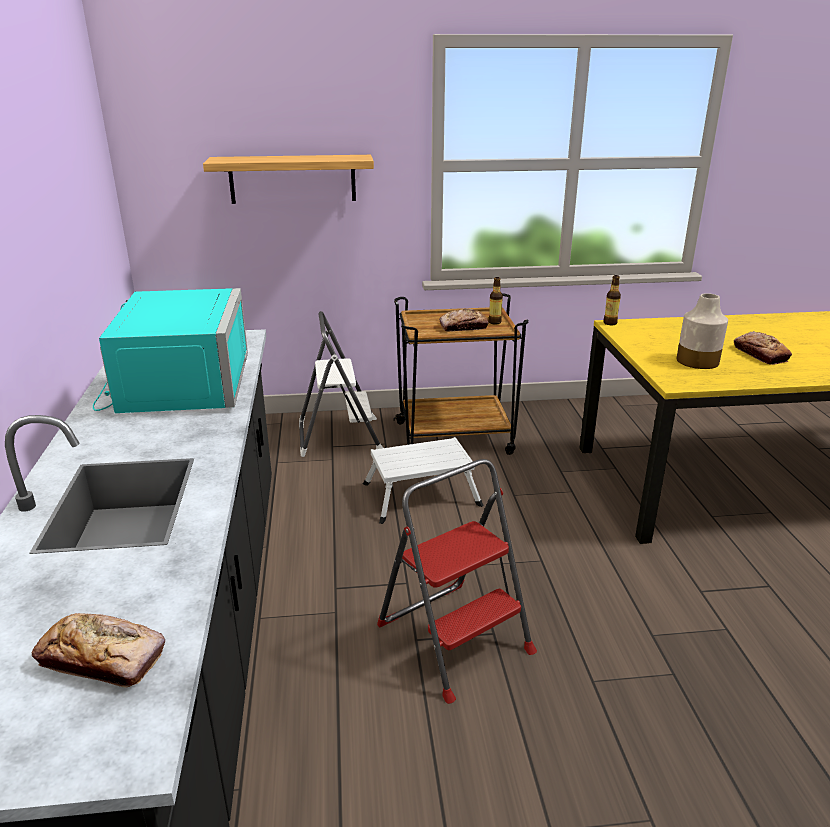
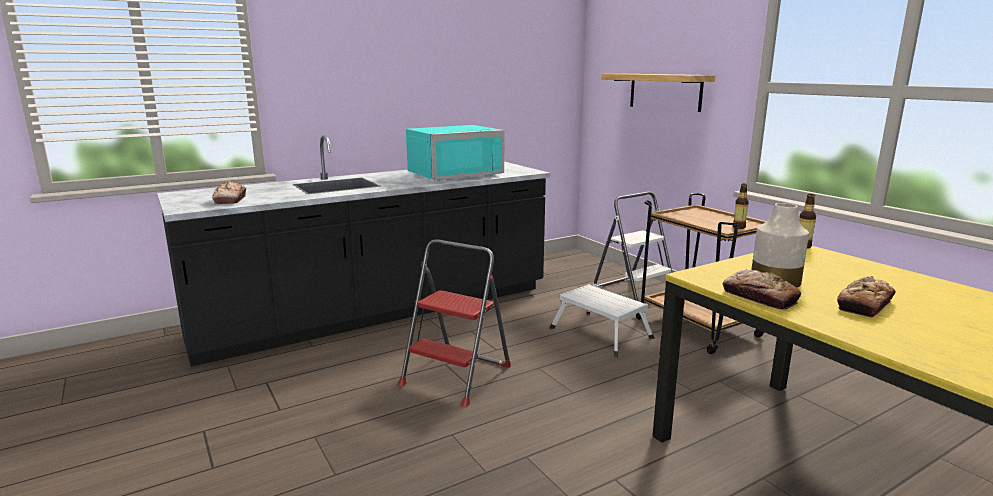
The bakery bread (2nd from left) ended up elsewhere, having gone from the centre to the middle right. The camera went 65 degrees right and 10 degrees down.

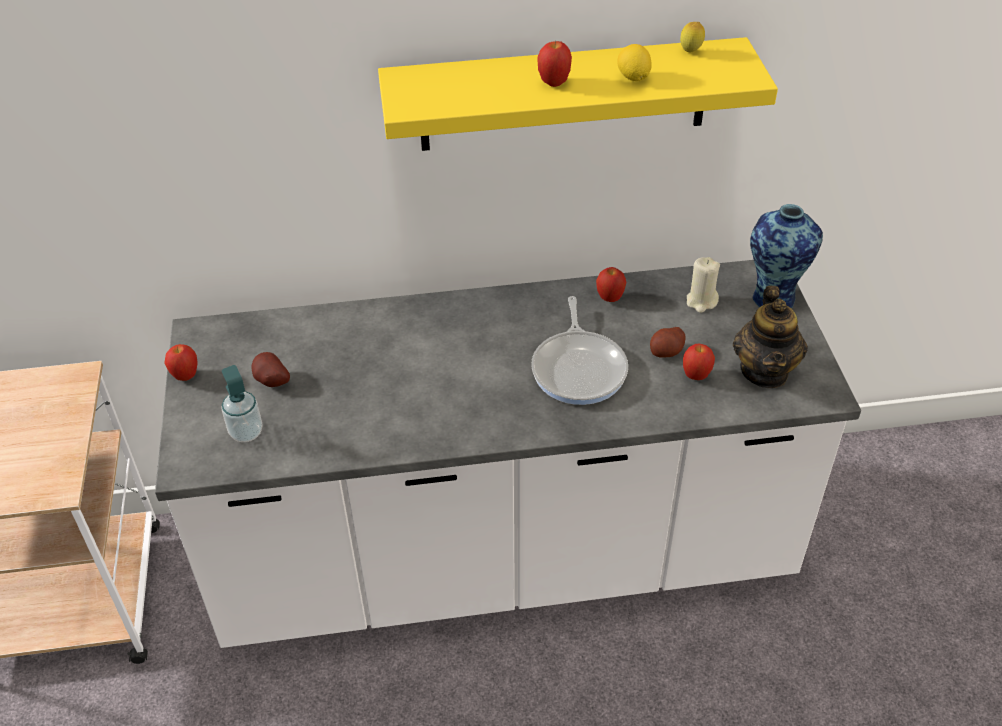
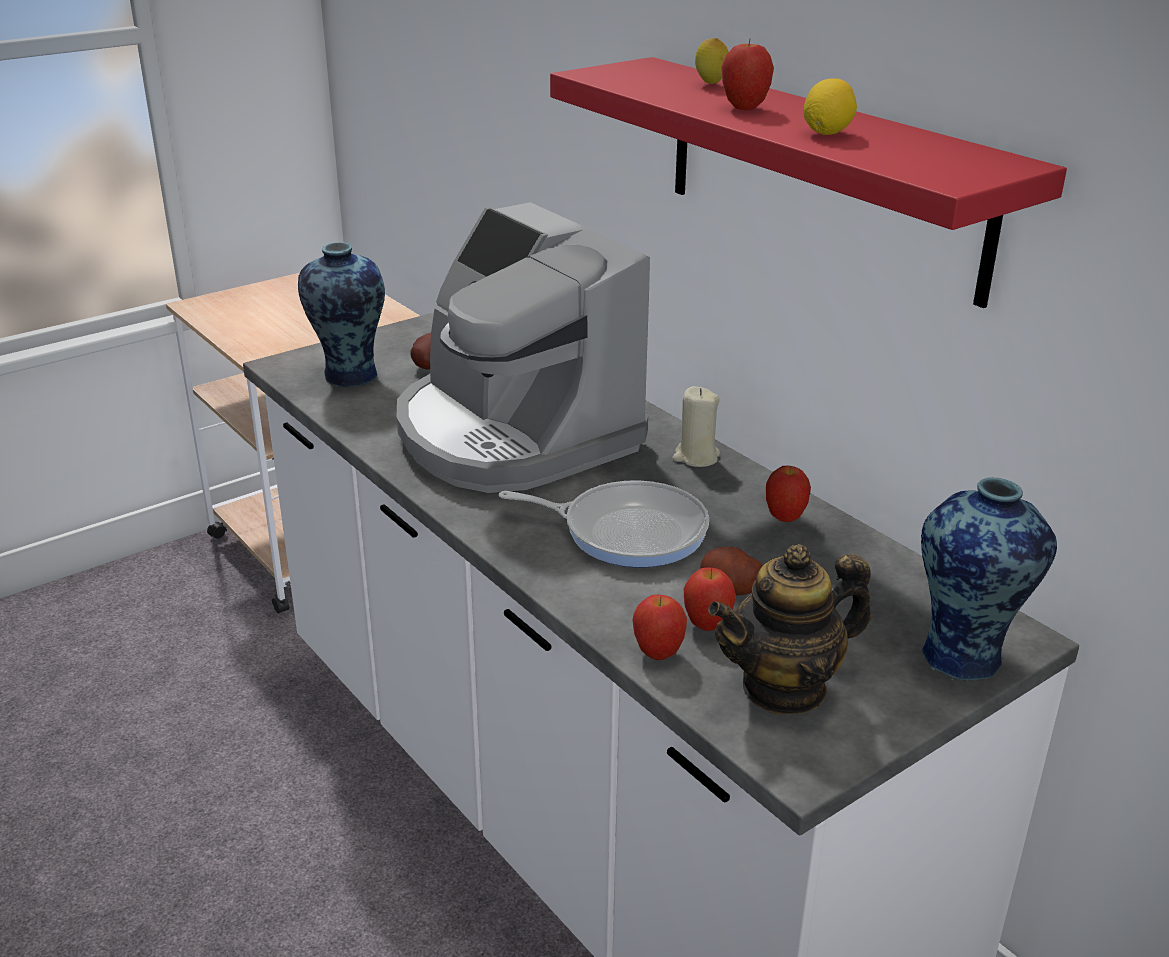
The whole apple (1st from left) ended up elsewhere, having gone from the middle left to the centre. Where the liquid soap bottle stood at the middle left, the decorative vase (1st from left) came to stand at the top left. What was the yellow-coloured shelf at the top centre turned into the reddish shelf at the top right. The pan at the centre ended up facing another way, 135 degrees counterclockwise from before. The lemon (2nd from left in the first image) ended up elsewhere, having gone from the top right to the top centre. The beige candle ended up elsewhere, having gone from the middle right to the centre. The second view gained the coffee machine at the centre. The camera went 60 degrees right and 15 degrees down.

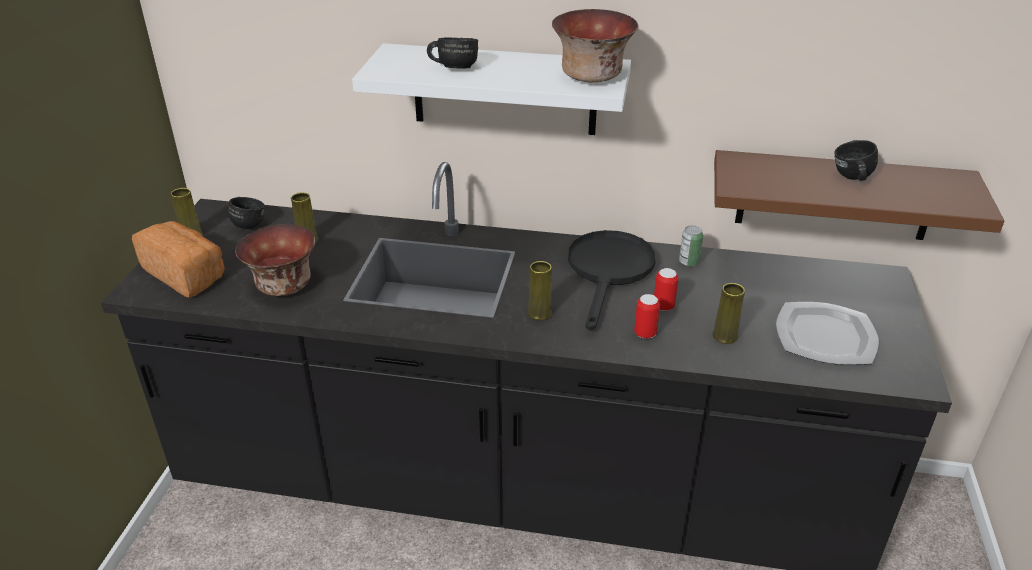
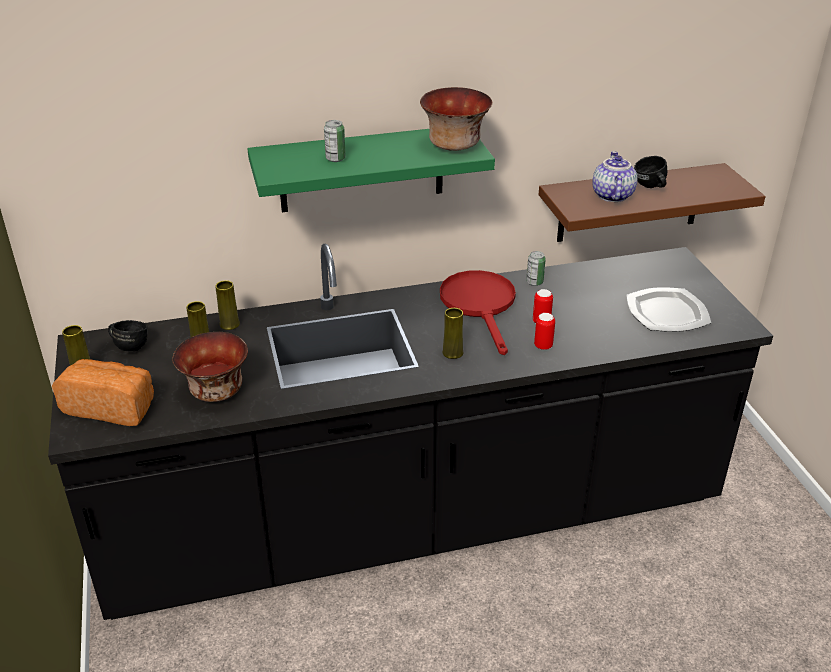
What was the white shelf at the top centre turned into the green-coloured shelf at the top centre. Where the black mug (2nd from left) stood at the top centre, the can (1st from left) came to stand at the top centre. What was the black pan at the centre turned into the reddish pan at the centre. The yellow-coloured decorative vase (4th from left in the first image) ended up elsewhere, having gone from the middle right to the middle left. The second view gained the teapot at the top right. The camera went 25 degrees left and 0 degrees up.

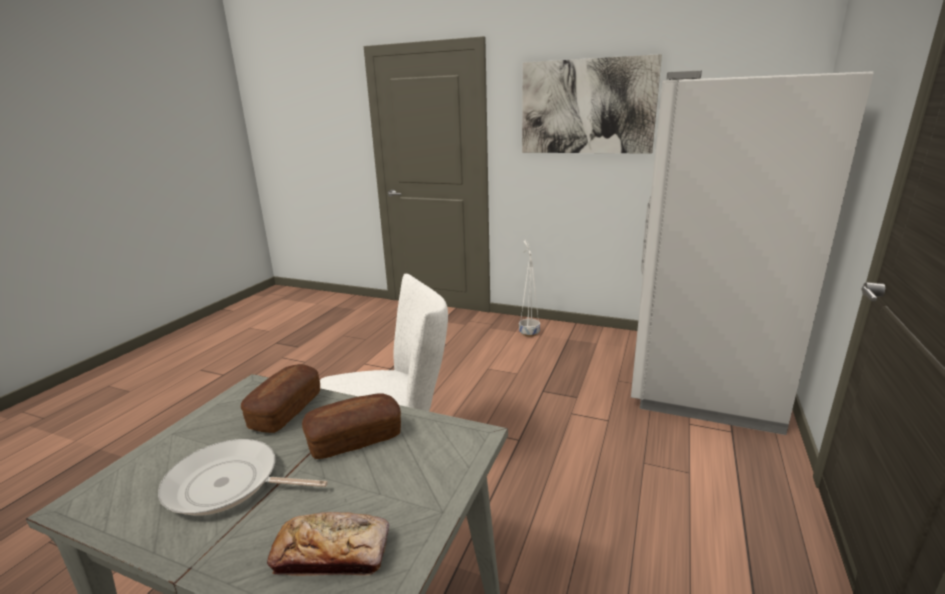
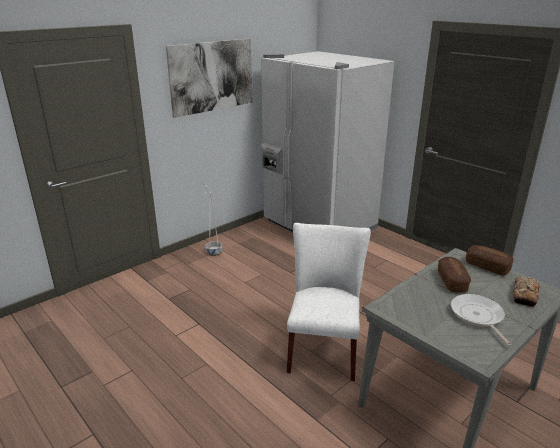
The pan at the bottom left ended up facing another way, 135 degrees clockwise from before. The bakery bread (1st from left in the first image) ended up elsewhere, having gone from the bottom left to the middle right. The camera went 65 degrees left and 5 degrees up.

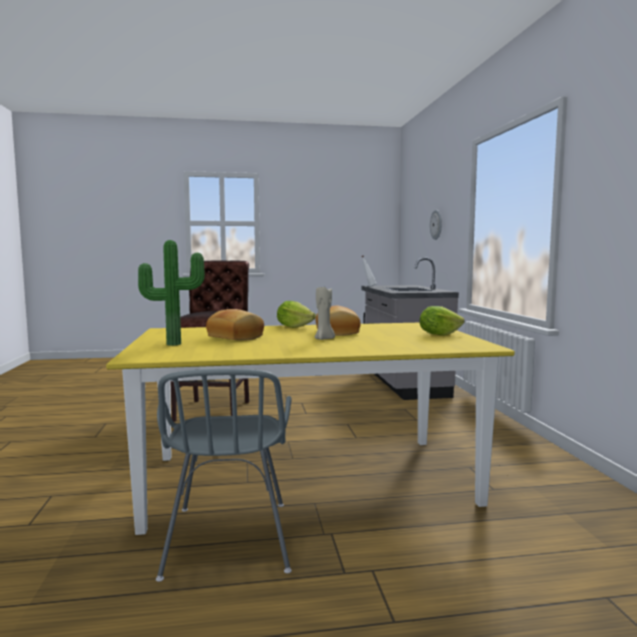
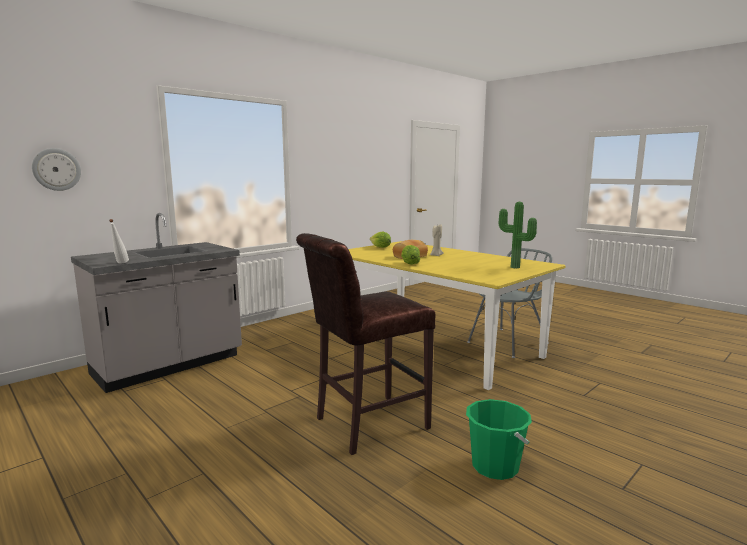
The second view lost the bakery bread (1st from left) at the centre. The second view gained the green-coloured water bucket at the bottom right. The camera went 125 degrees left and 5 degrees up.

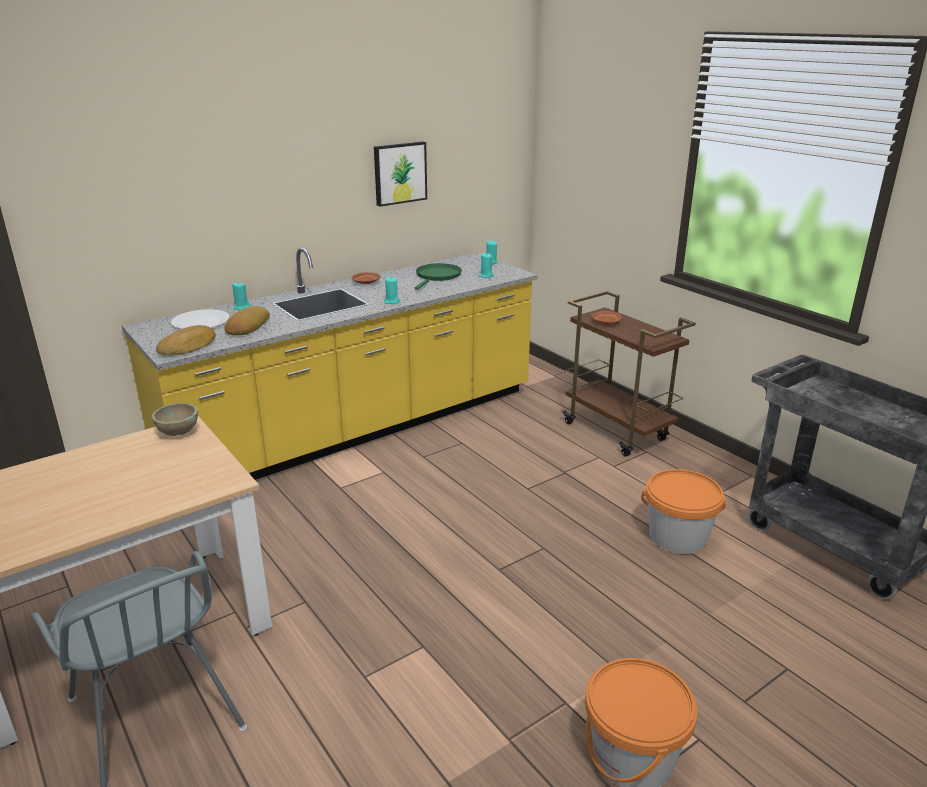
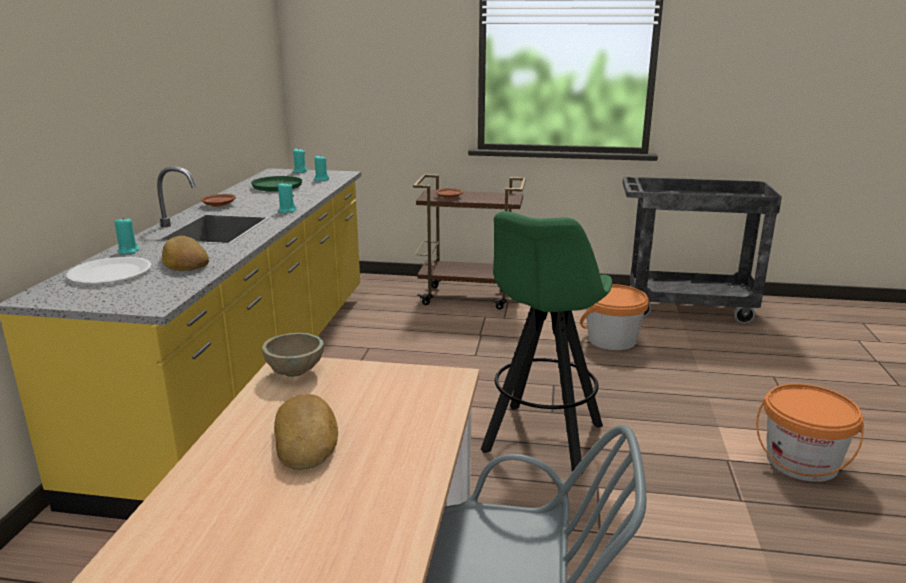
The bakery bread (1st from left in the first image) ended up elsewhere, having gone from the middle left to the bottom centre. The second view lost the picture at the top centre. The second view gained the green-coloured stool seat at the centre. The camera went 45 degrees left and 5 degrees down.

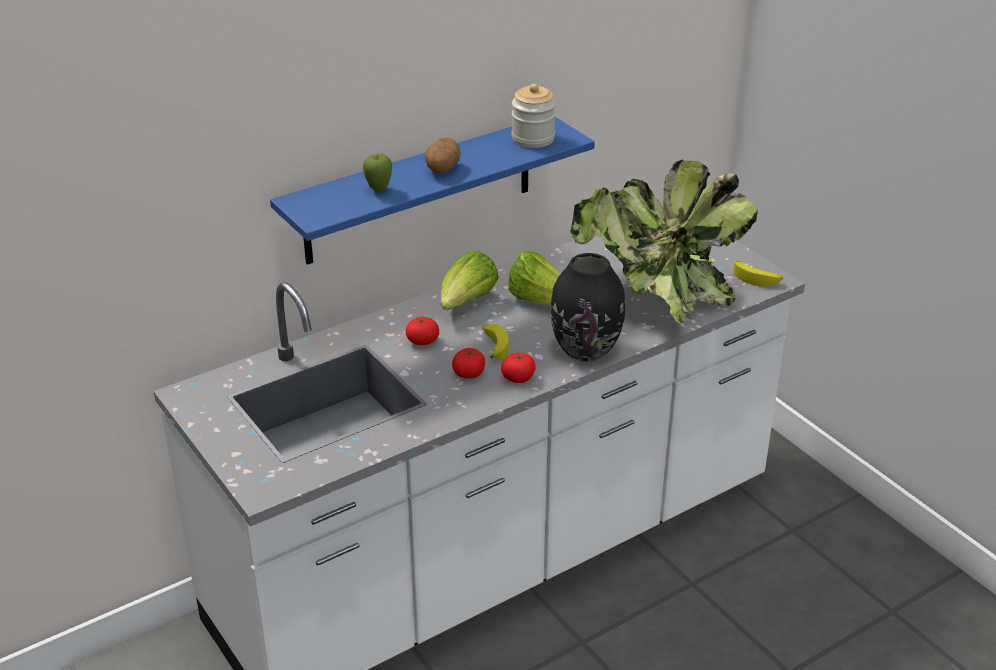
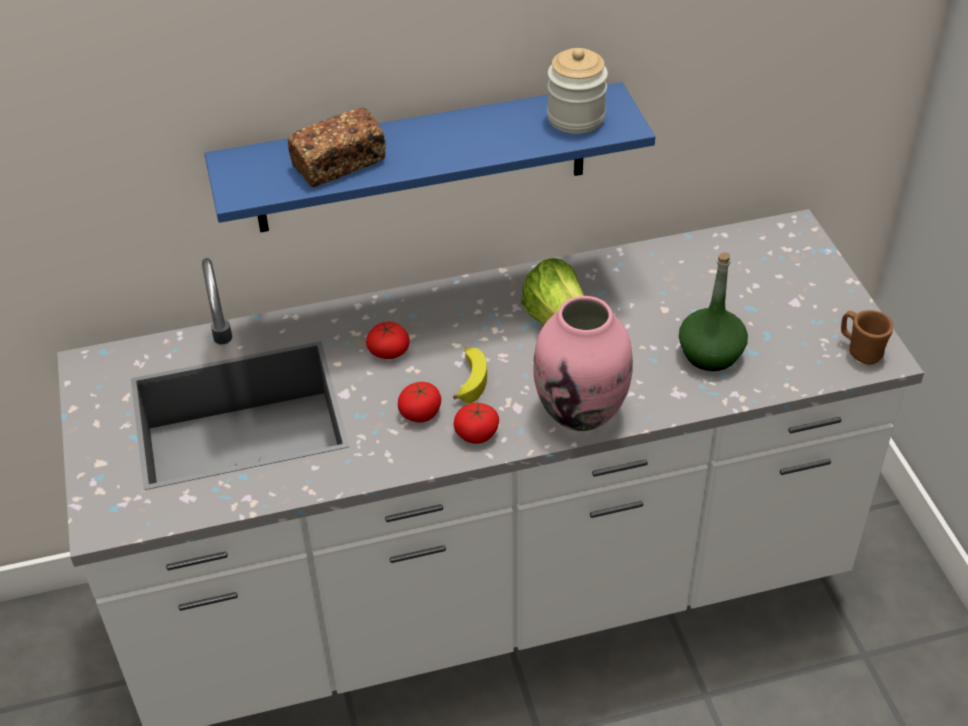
Where the whole apple stood at the top centre, the bakery bread came to stand at the top centre. The second view lost the potato at the top centre. The second view lost the lettuce (1st from left) at the centre. What was the black decorative vase at the centre turned into the pink decorative vase at the centre. Where the houseplant stood at the middle right, the green-coloured drink bottle came to stand at the middle right. Where the banana (2nd from left) stood at the middle right, the brownish mug came to stand at the middle right. The camera went 20 degrees right and 10 degrees up.

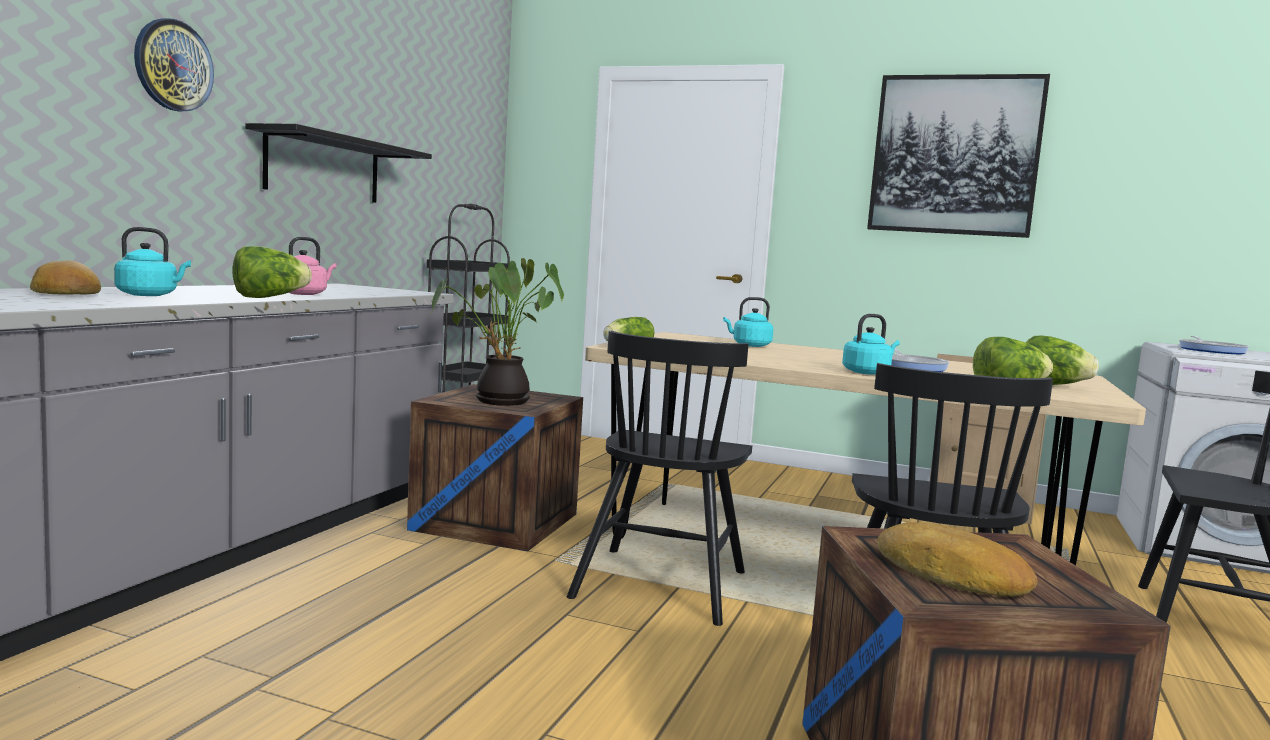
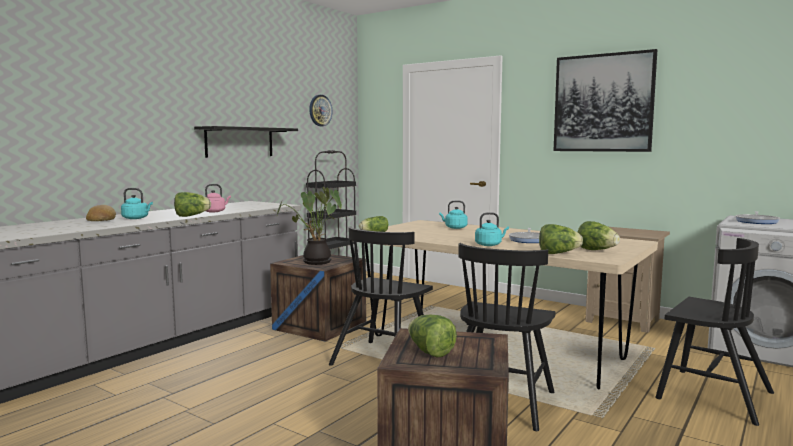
The wall clock ended up elsewhere, having gone from the top left to the top centre. Where the bakery bread (2nd from left) stood at the bottom right, the lettuce (3rd from left) came to stand at the bottom centre. The camera went 15 degrees right and 0 degrees up.

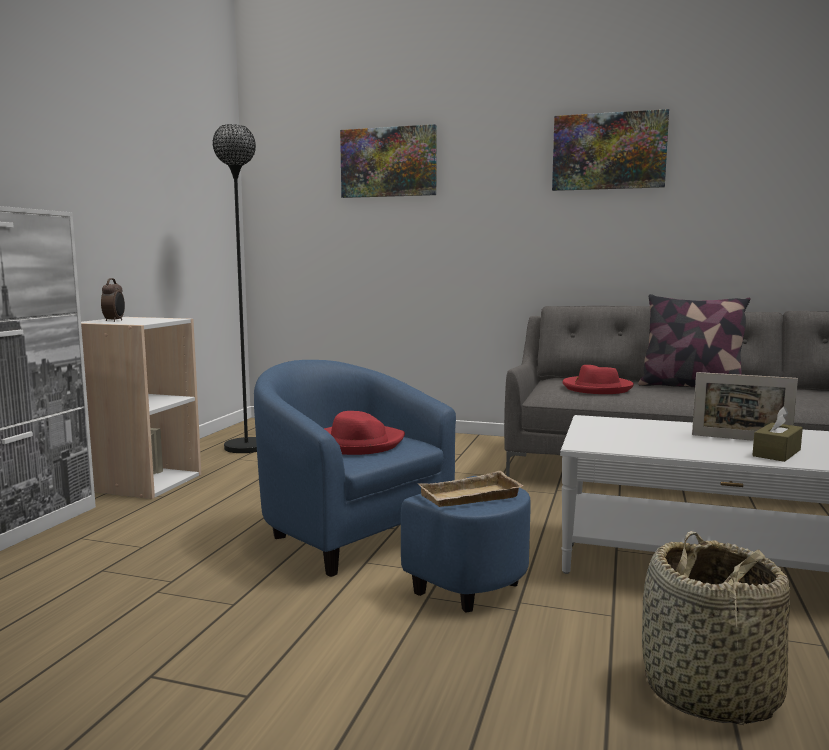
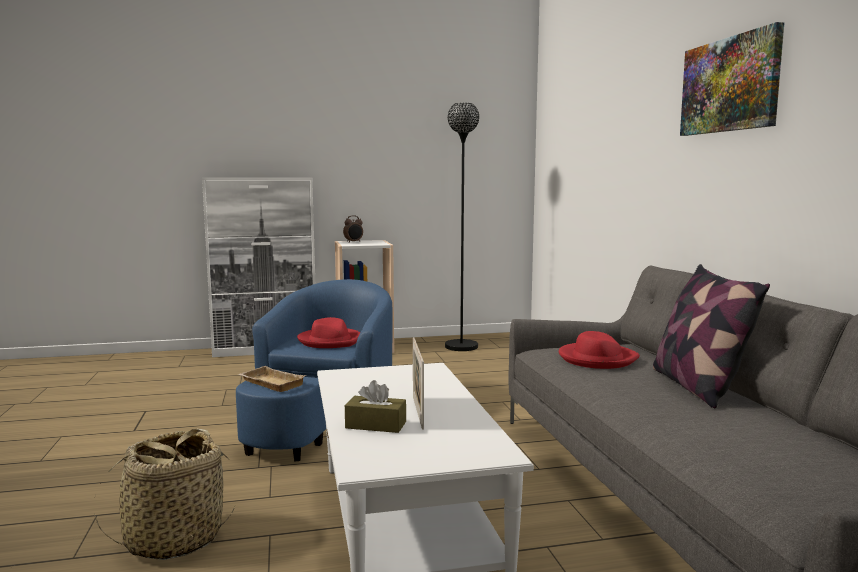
The second view lost the picture (1st from left) at the top centre. The camera went 60 degrees right and 0 degrees up.

